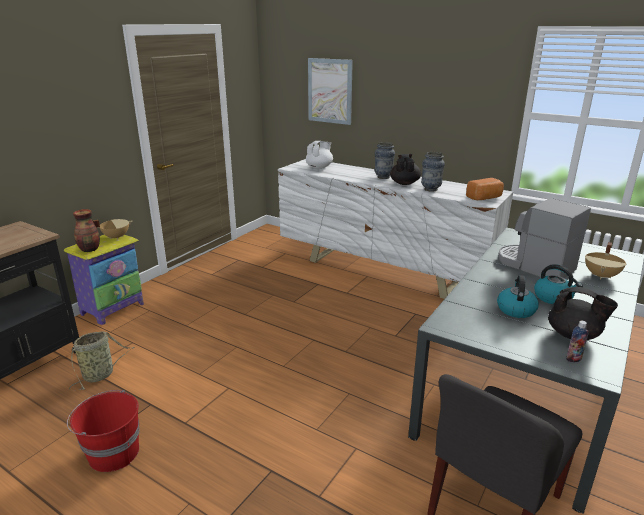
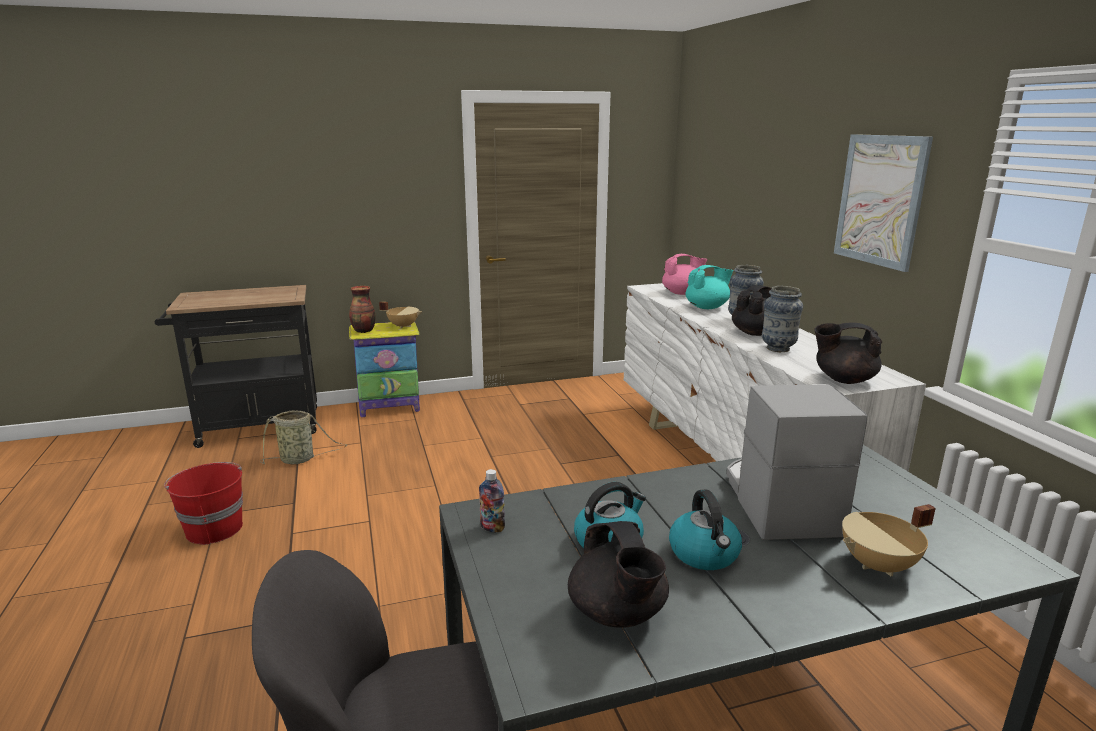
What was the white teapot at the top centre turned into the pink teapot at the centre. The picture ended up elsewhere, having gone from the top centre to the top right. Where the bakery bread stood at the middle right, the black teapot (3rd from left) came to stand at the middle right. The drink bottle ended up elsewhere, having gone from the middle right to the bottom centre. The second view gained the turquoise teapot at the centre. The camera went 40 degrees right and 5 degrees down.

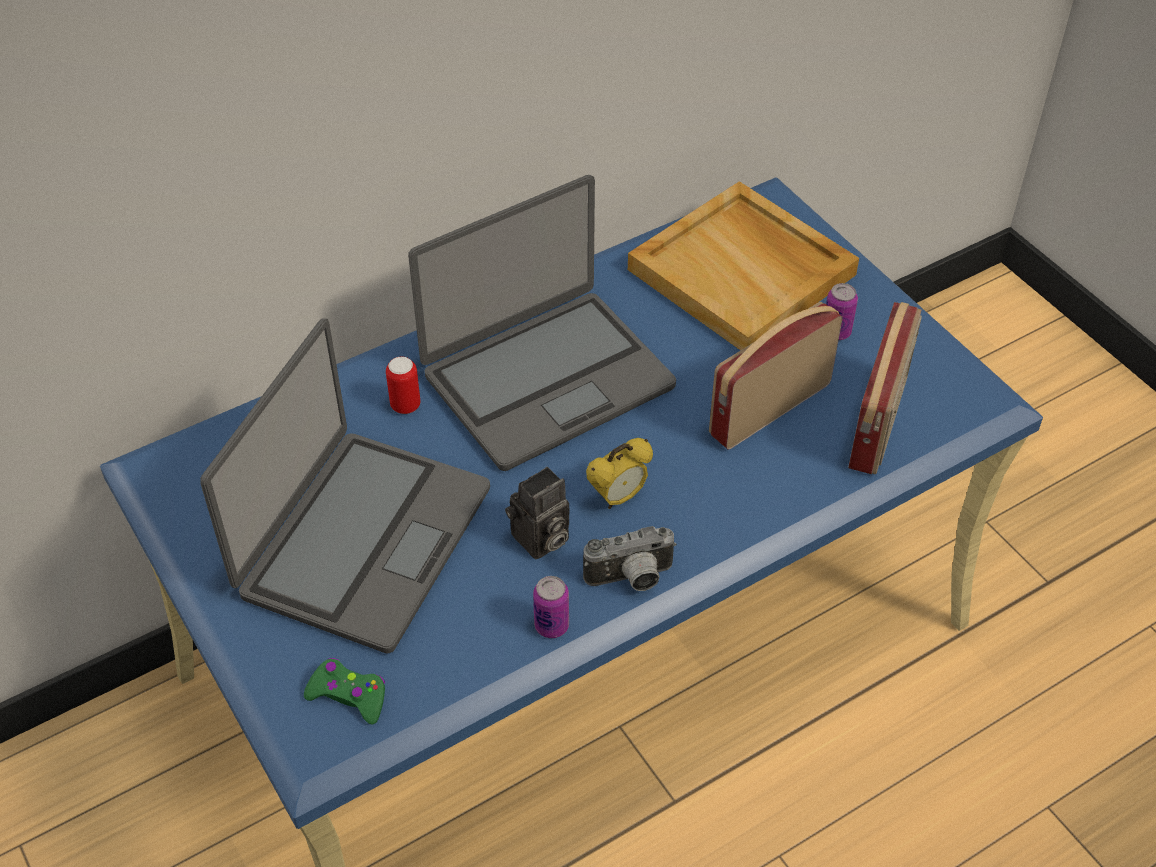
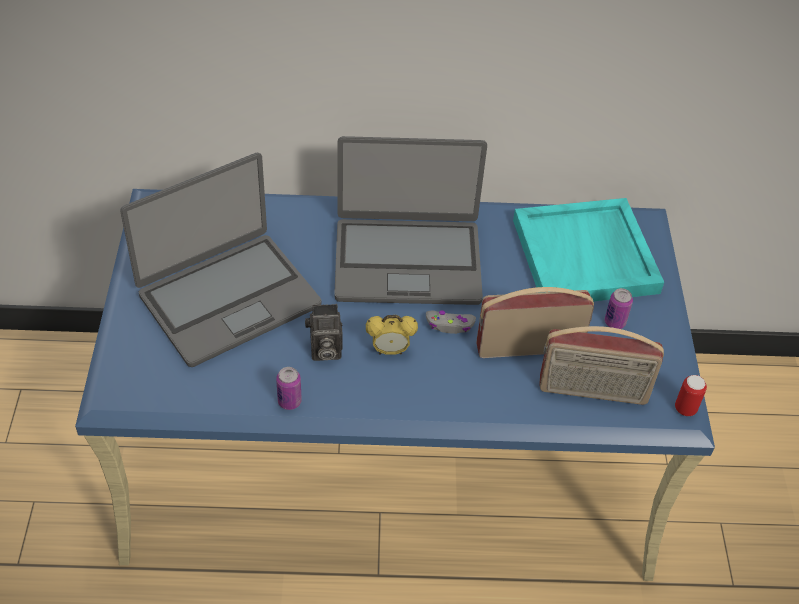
The second view lost the green-coloured game controller at the bottom left. The can (1st from left in the first image) ended up elsewhere, having gone from the centre to the middle right. The second view lost the photo camera (2nd from left) at the centre. What was the beige tray at the top centre turned into the turquoise tray at the middle right. The radio (2nd from left) at the middle right ended up facing another way, 45 degrees clockwise from before. The second view gained the grey game controller at the centre. The camera went 30 degrees right and 0 degrees up.

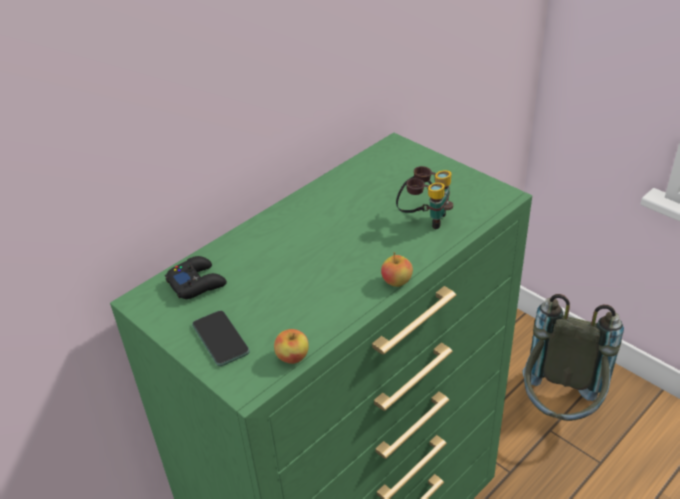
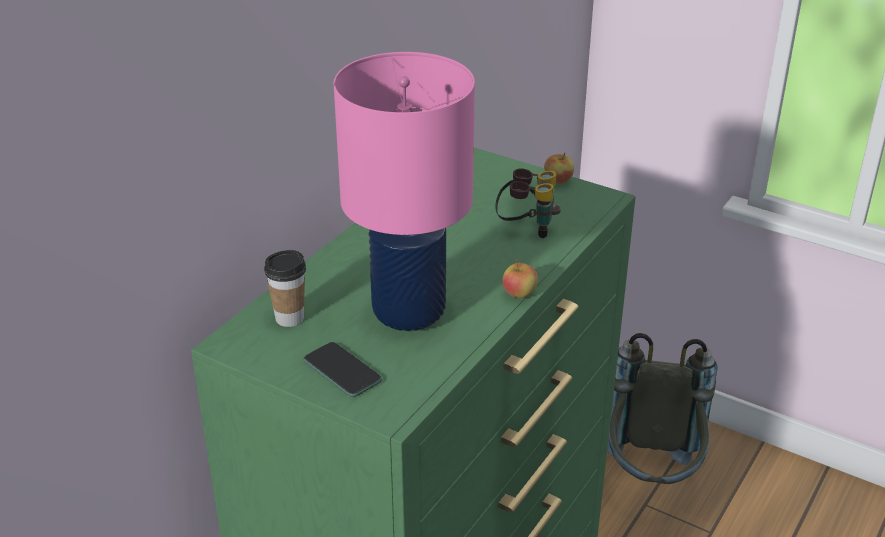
Where the black game controller stood at the middle left, the cup came to stand at the middle left. The whole apple (1st from left in the first image) ended up elsewhere, having gone from the bottom centre to the top centre. The second view gained the pink tabletop lamp at the centre. The camera went 15 degrees left and 5 degrees down.

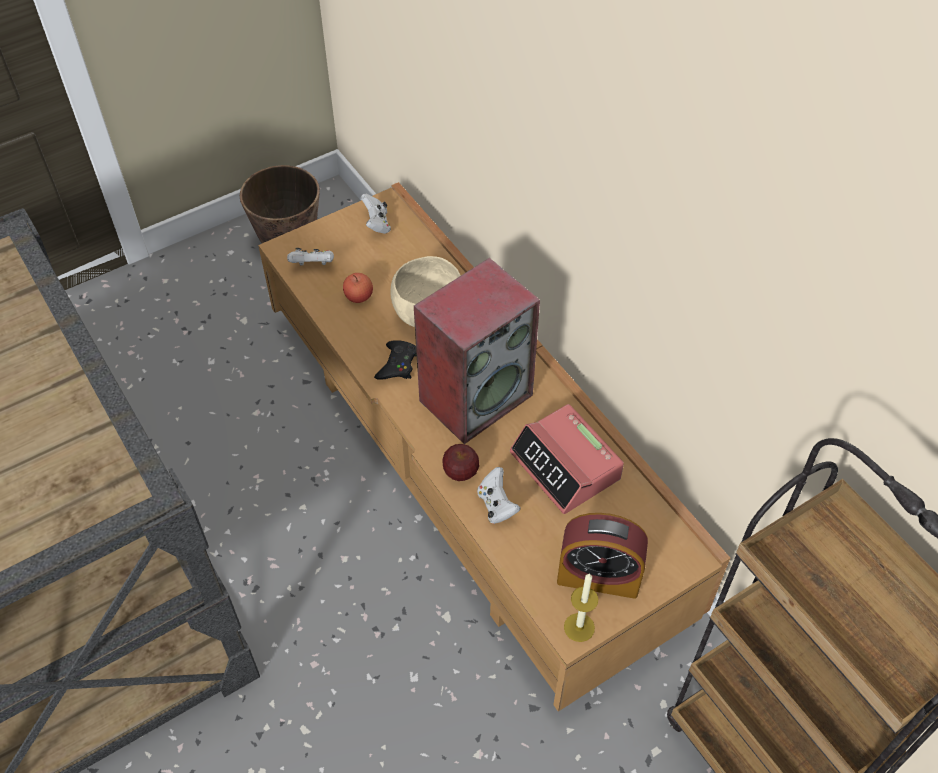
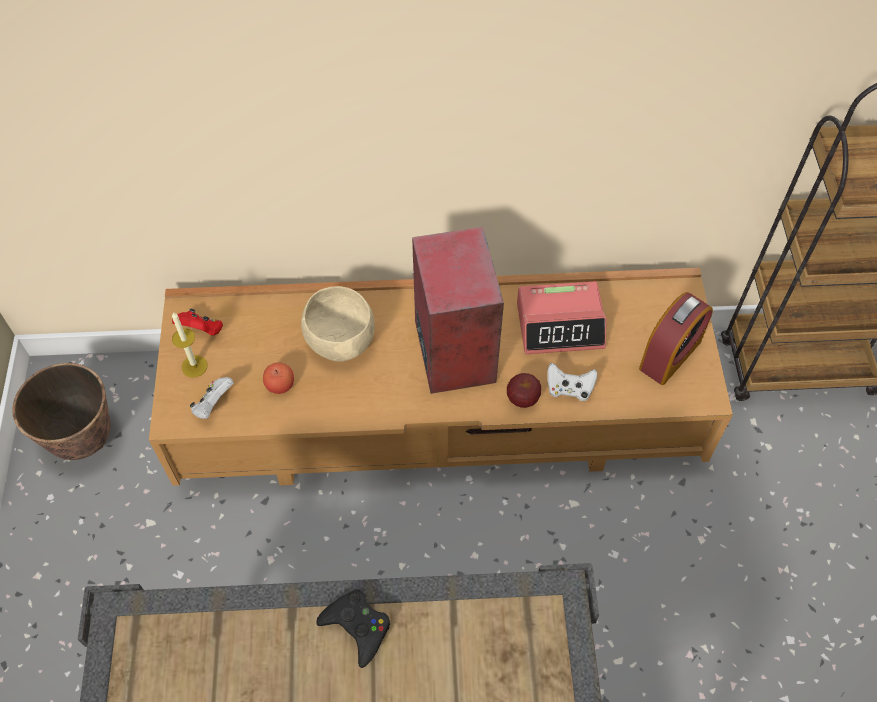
What was the white game controller (2nd from left) at the top centre turned into the reddish game controller at the middle left. The black game controller ended up elsewhere, having gone from the centre to the bottom centre. The candle ended up elsewhere, having gone from the bottom centre to the middle left. The camera went 60 degrees left and 5 degrees up.

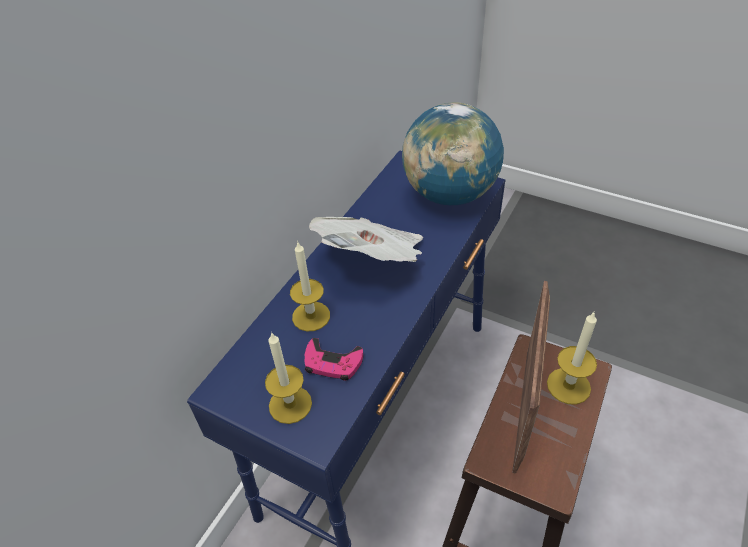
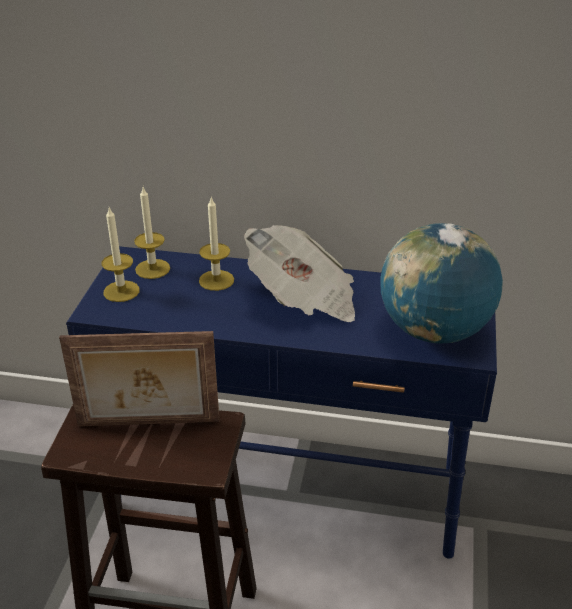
The second view lost the pink game controller at the centre. The candle (3rd from left in the first image) ended up elsewhere, having gone from the middle right to the middle left. The camera went 70 degrees right and 10 degrees down.

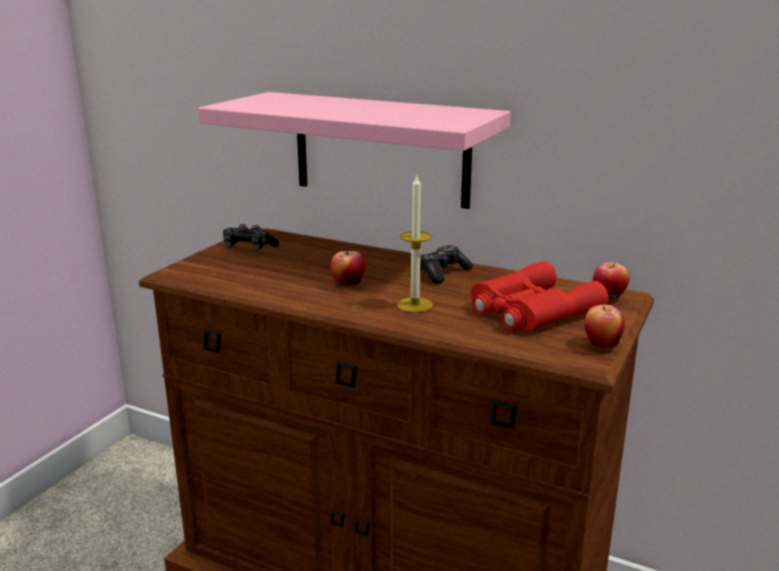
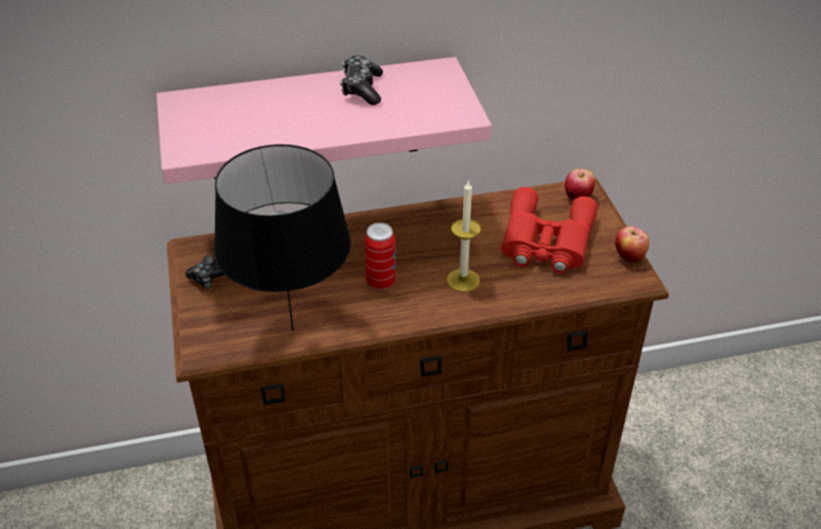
Where the whole apple (1st from left) stood at the centre, the can came to stand at the centre. The game controller (2nd from left) ended up elsewhere, having gone from the centre to the top centre. The second view gained the black tabletop lamp at the centre. The camera went 40 degrees left and 20 degrees up.

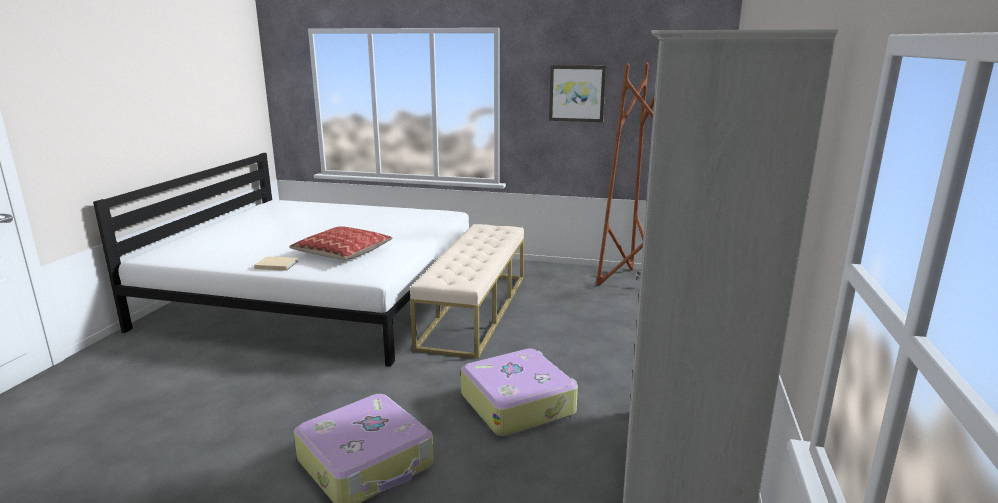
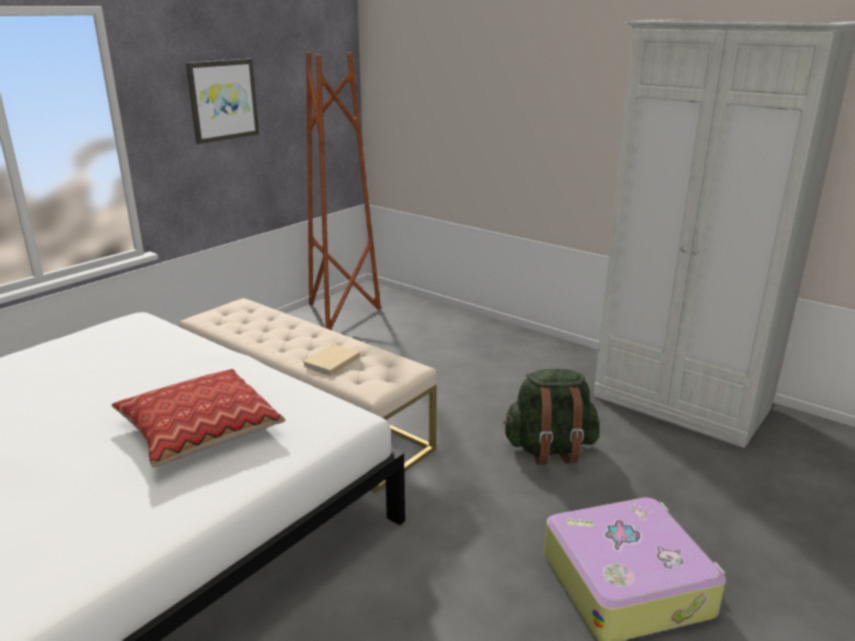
The beige volume ended up elsewhere, having gone from the middle left to the centre. Where the piece of luggage (2nd from left) stood at the bottom centre, the green-coloured knapsack came to stand at the centre. The camera went 65 degrees left and 5 degrees up.

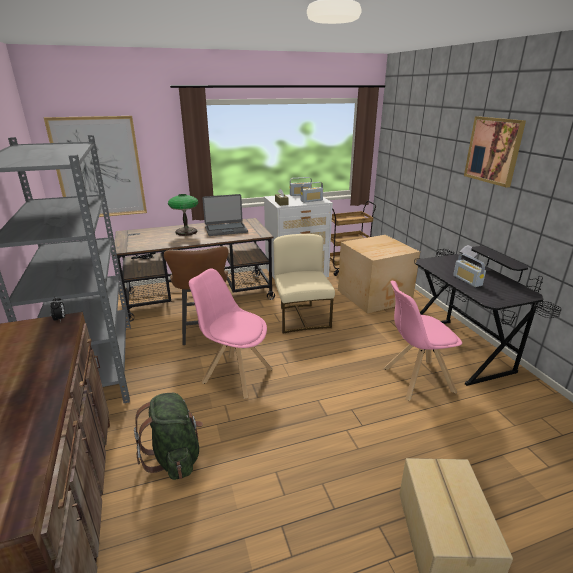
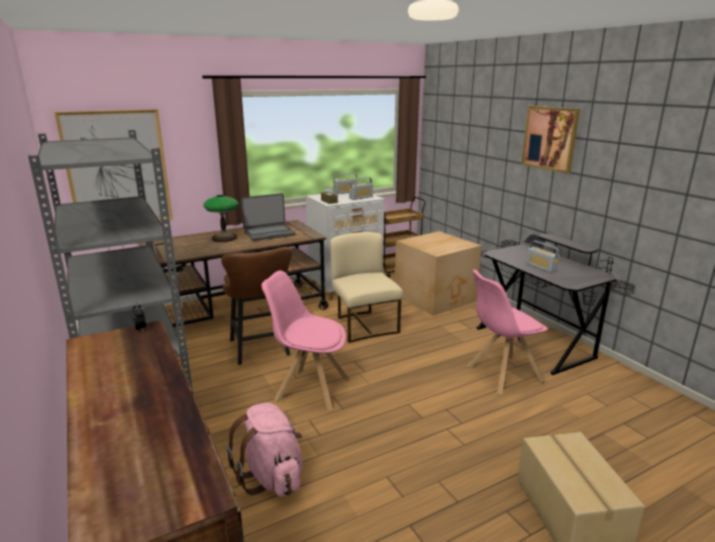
What was the green-coloured knapsack at the bottom left turned into the pink knapsack at the bottom centre. The camera went 10 degrees left and 5 degrees down.

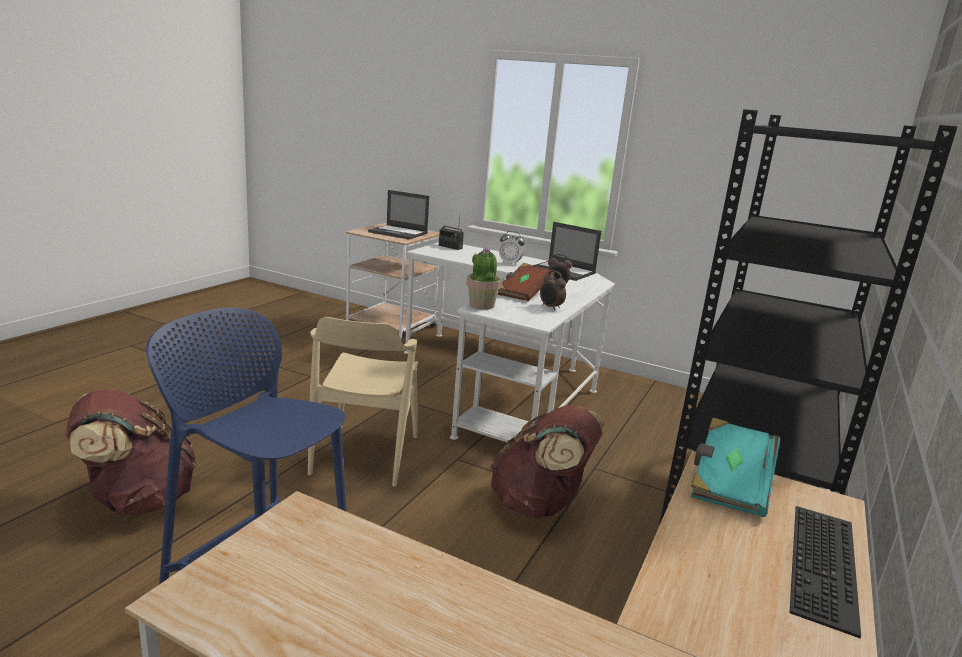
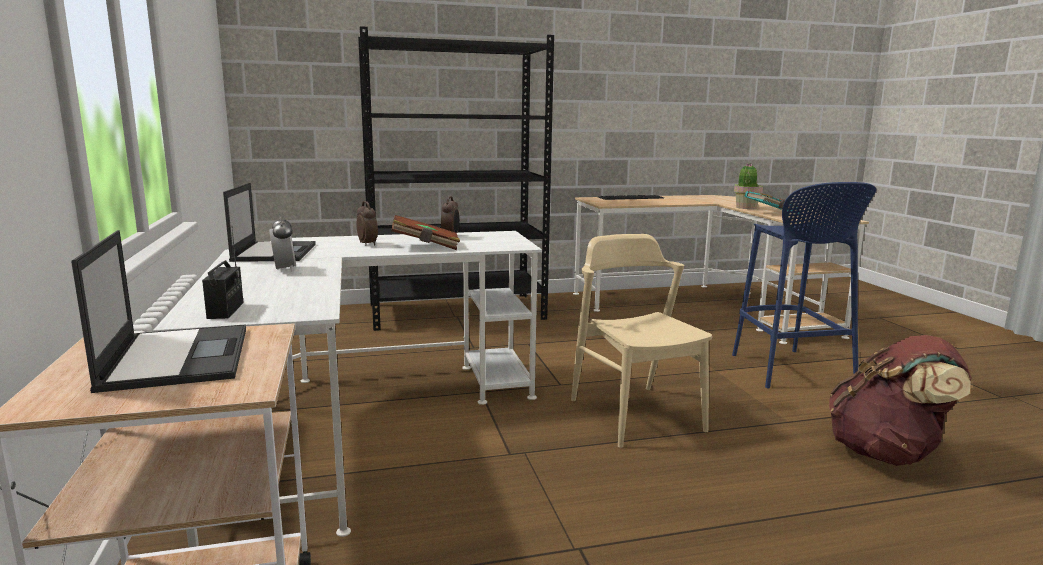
The beige chair at the centre ended up facing another way, 75 degrees counterclockwise from before. The houseplant ended up elsewhere, having gone from the centre to the top right. The second view lost the brownish knapsack (2nd from left) at the bottom centre. The turquoise volume ended up elsewhere, having gone from the bottom right to the middle right. The camera went 130 degrees left and 5 degrees down.

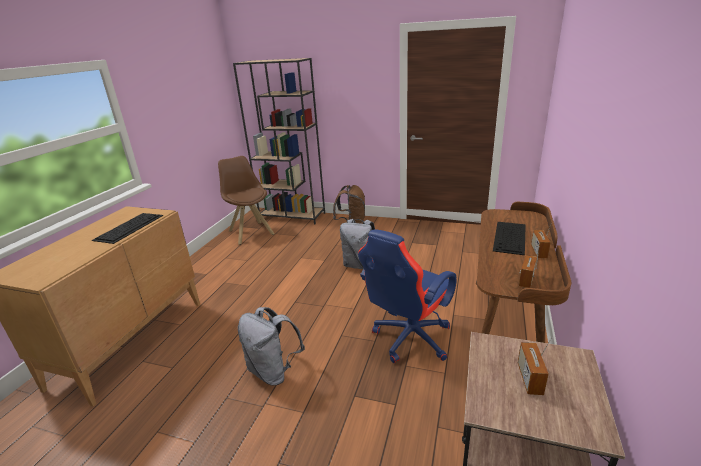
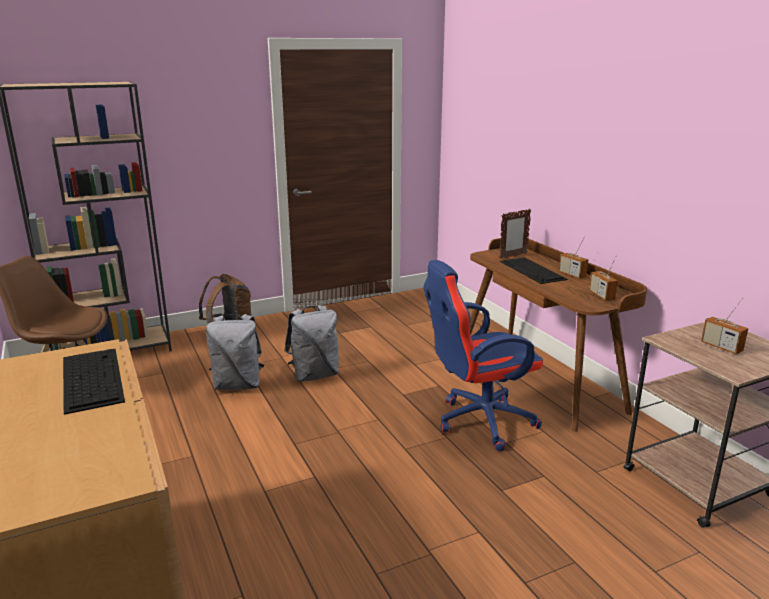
The grey knapsack (1st from left) ended up elsewhere, having gone from the bottom centre to the middle left. The blue-coloured office chair at the centre ended up facing another way, 75 degrees clockwise from before. The second view gained the photo frame at the middle right. The camera went 45 degrees left and 5 degrees down.

